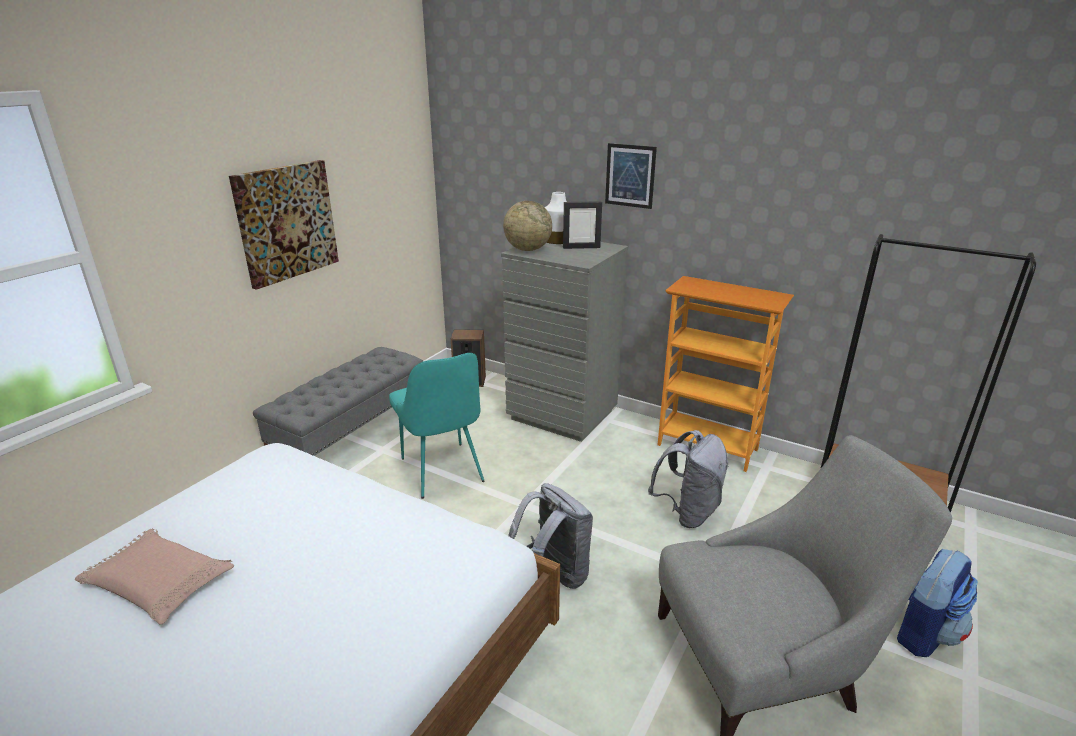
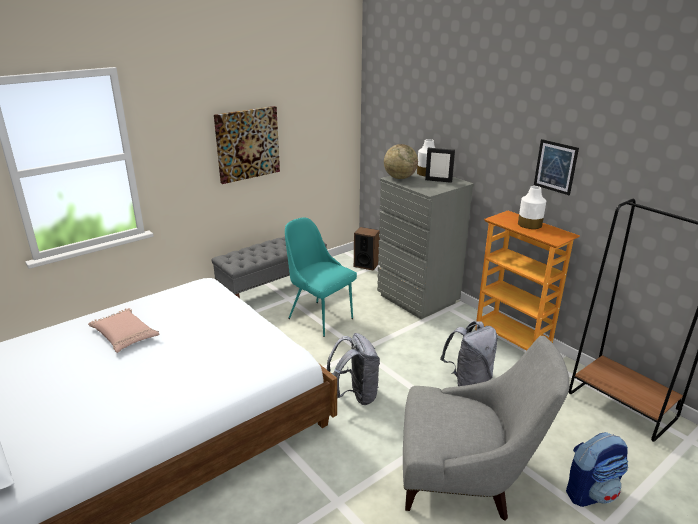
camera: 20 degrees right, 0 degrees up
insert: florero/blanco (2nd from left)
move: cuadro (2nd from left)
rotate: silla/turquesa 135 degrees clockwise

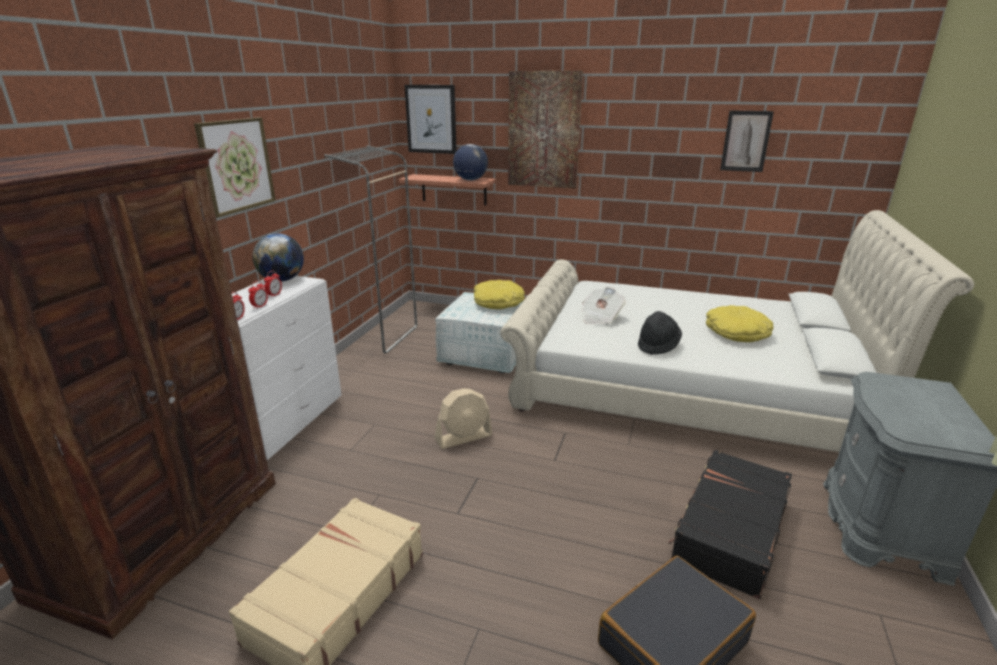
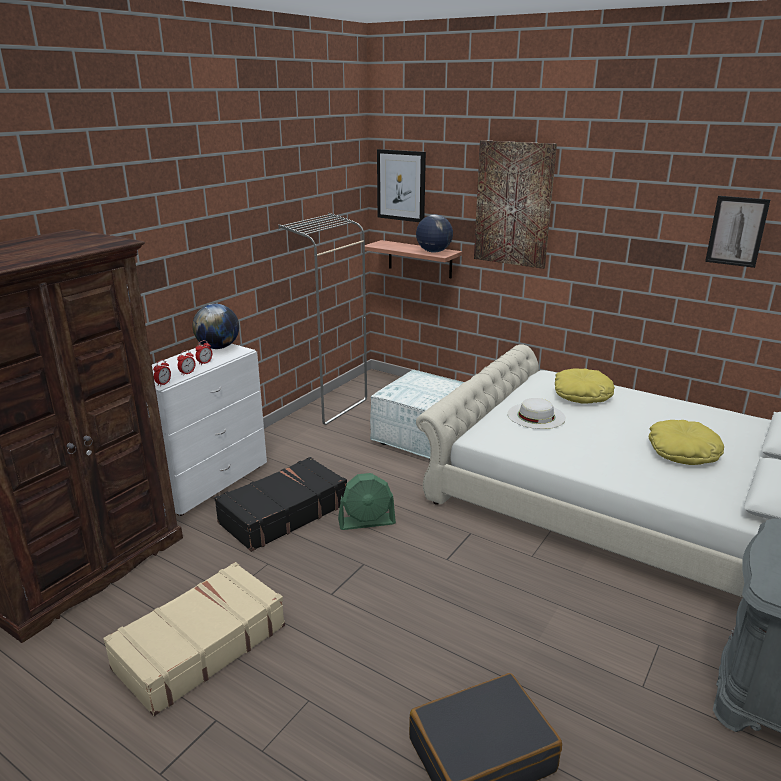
camera: 15 degrees right, 0 degrees up
delete: cuadro (1st from left); sombrero/negro
move: cojín/amarillo (1st from left); maleta/negro (2nd from left in the first image) to maleta/negro (1st from left)
replace: periódico to sombrero/blanco
recolor: ventilador/beis to ventilador/verde

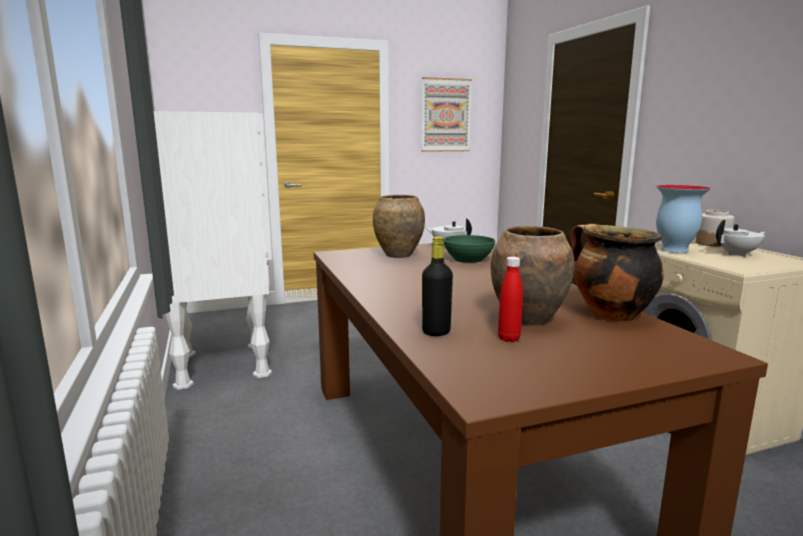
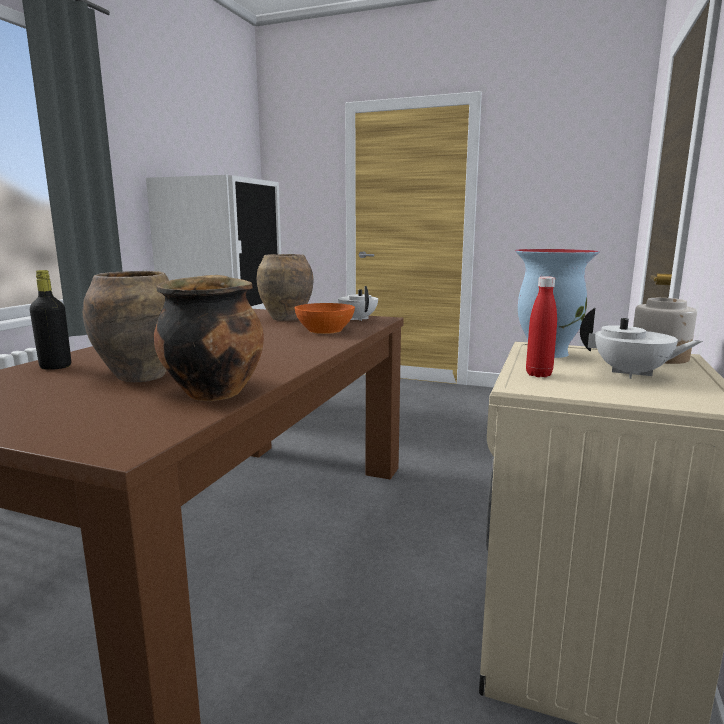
camera: 40 degrees right, 0 degrees up
delete: cuadro
move: botella/rojo
recolor: cuenco/verde to cuenco/naranja

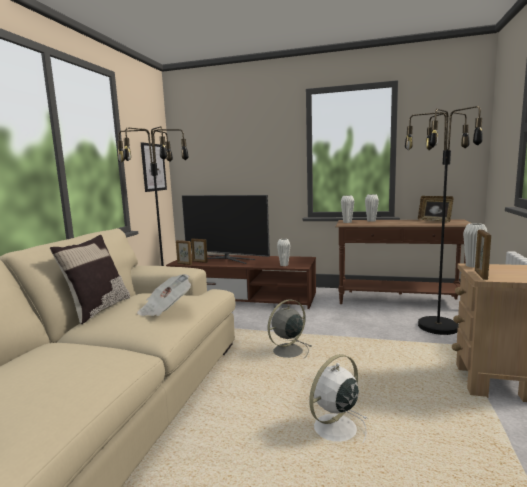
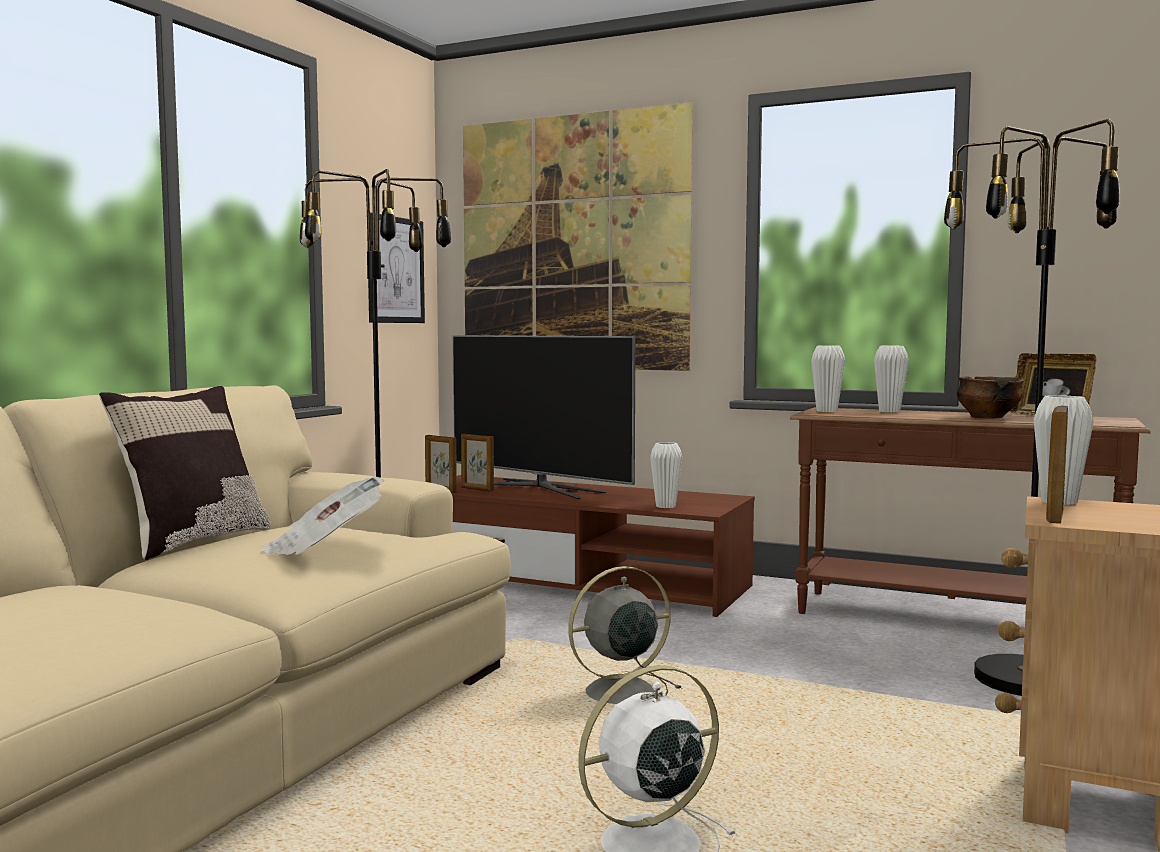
camera: 10 degrees right, 5 degrees down
insert: cuadro (2nd from left); cuenco

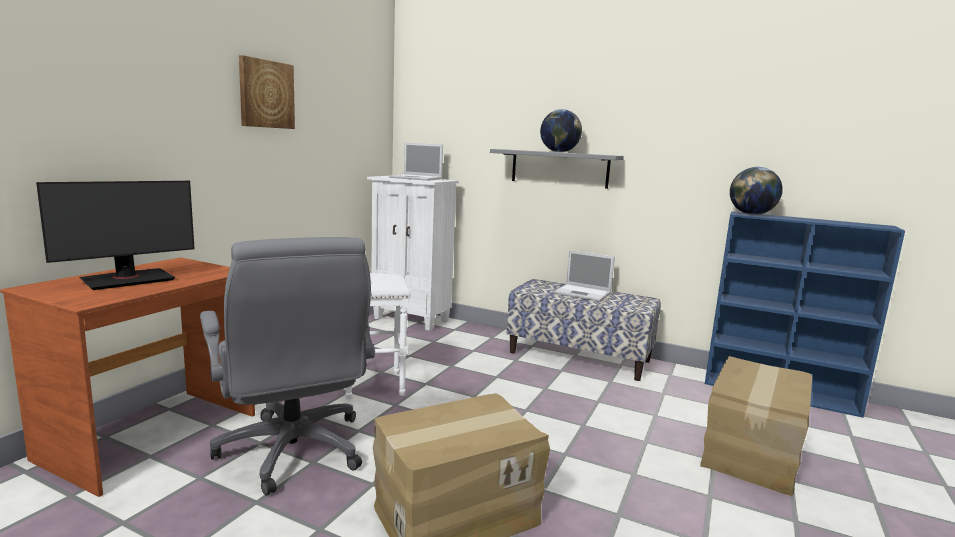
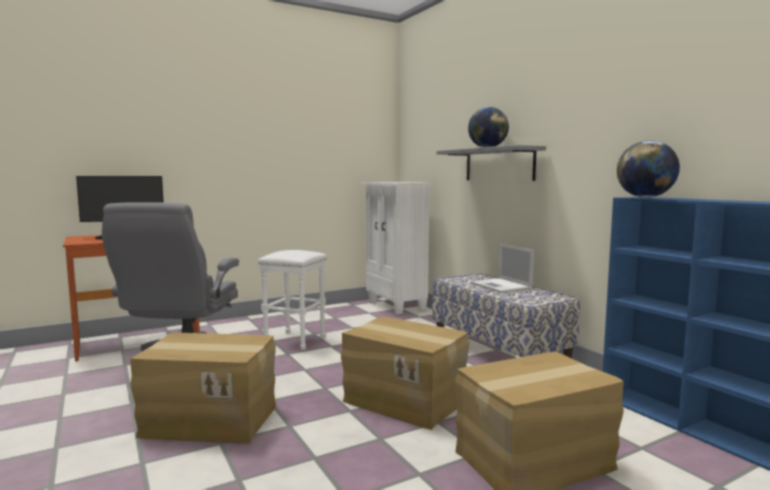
camera: 35 degrees right, 5 degrees down
delete: cuadro; portátil (1st from left)
insert: caja de cartón (2nd from left)

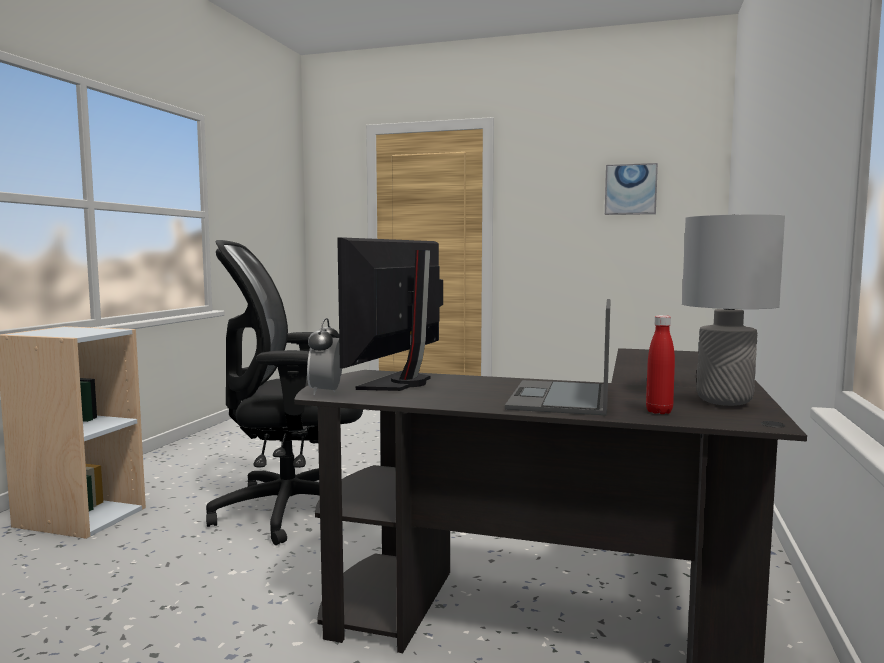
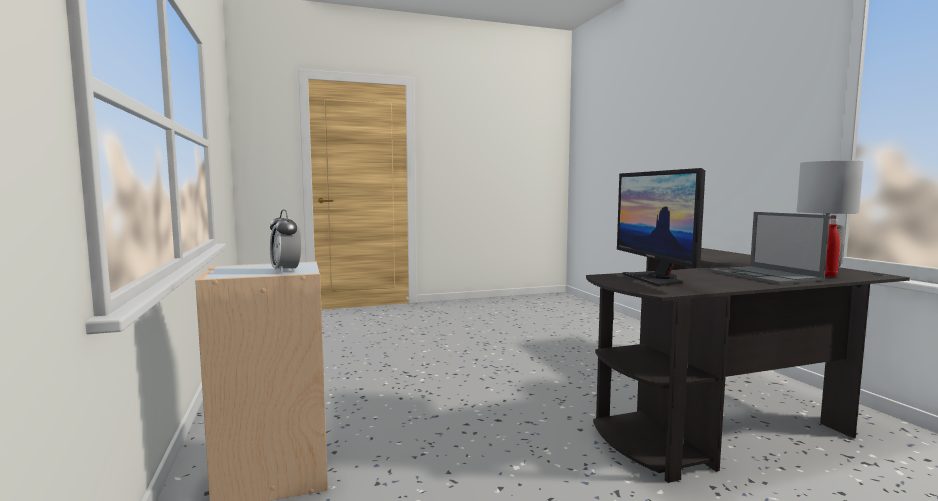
camera: 35 degrees left, 0 degrees up
delete: silla de oficina/negro; cuadro
move: despertador

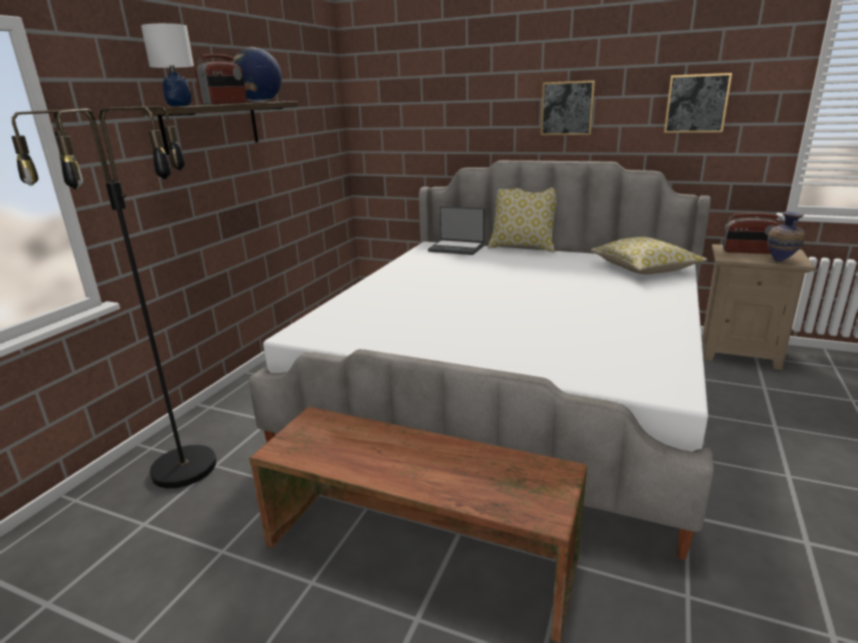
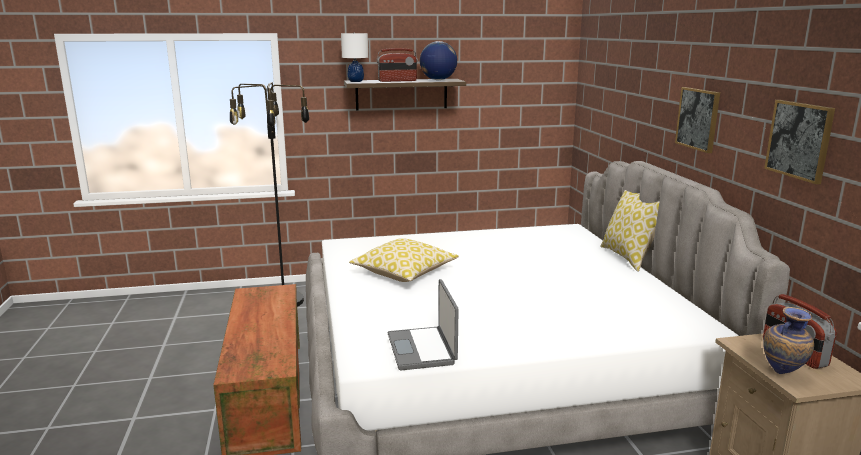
camera: 55 degrees right, 5 degrees down
move: portátil; cojín (2nd from left in the first image) to cojín (1st from left)

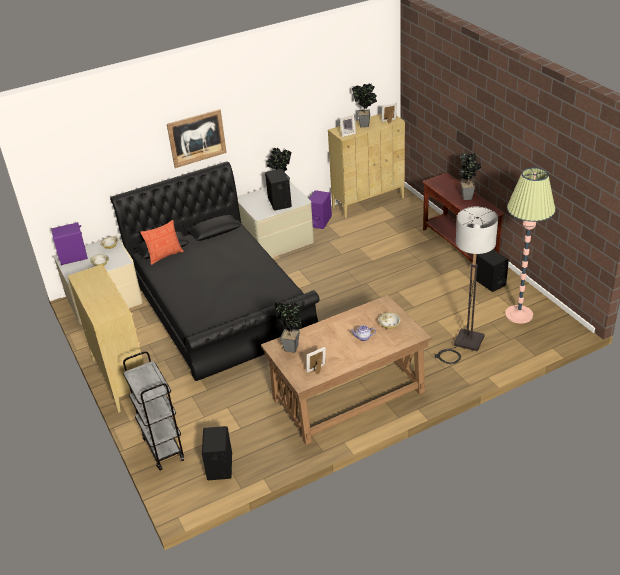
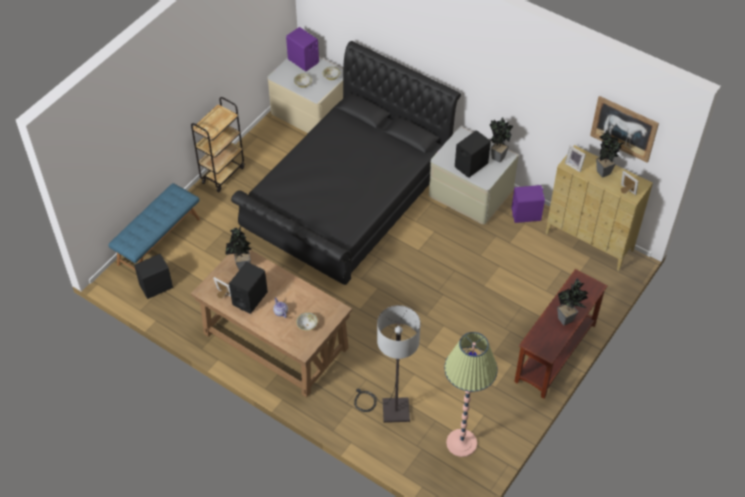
camera: 60 degrees right, 15 degrees up
delete: cojín/naranja
move: cuadro; altavoz/negro (3rd from left in the first image) to altavoz/negro (2nd from left)
replace: cómoda/beis (1st from left) to carrito/marrón; carrito/gris to banco/azul

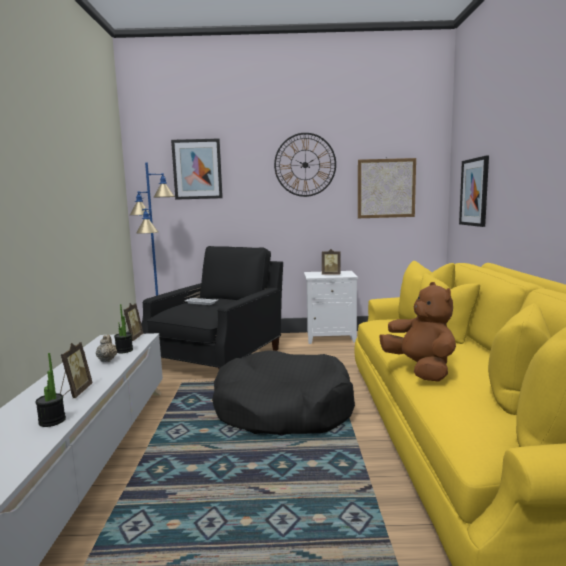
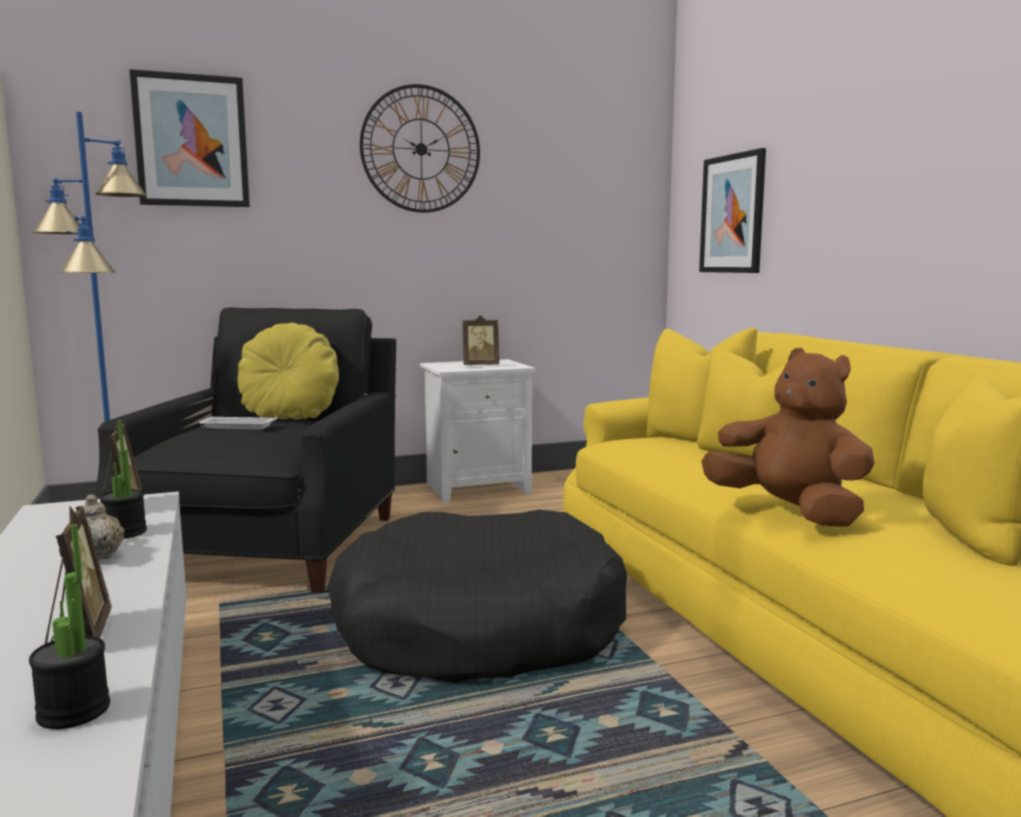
camera: 20 degrees left, 0 degrees up
delete: cuadro (2nd from left)
insert: cojín/amarillo

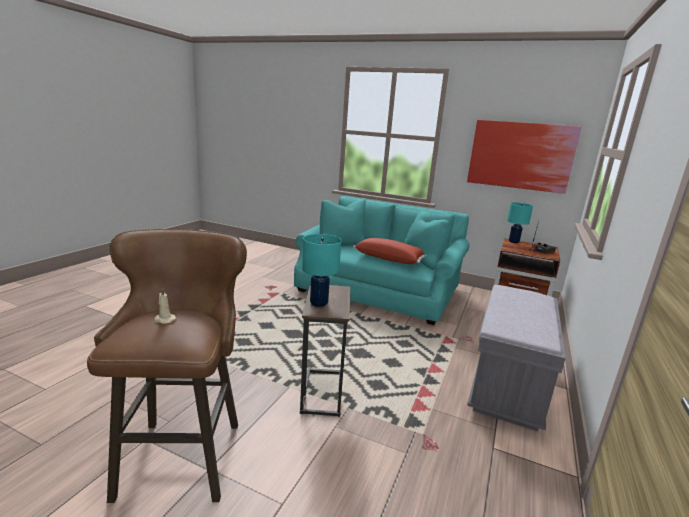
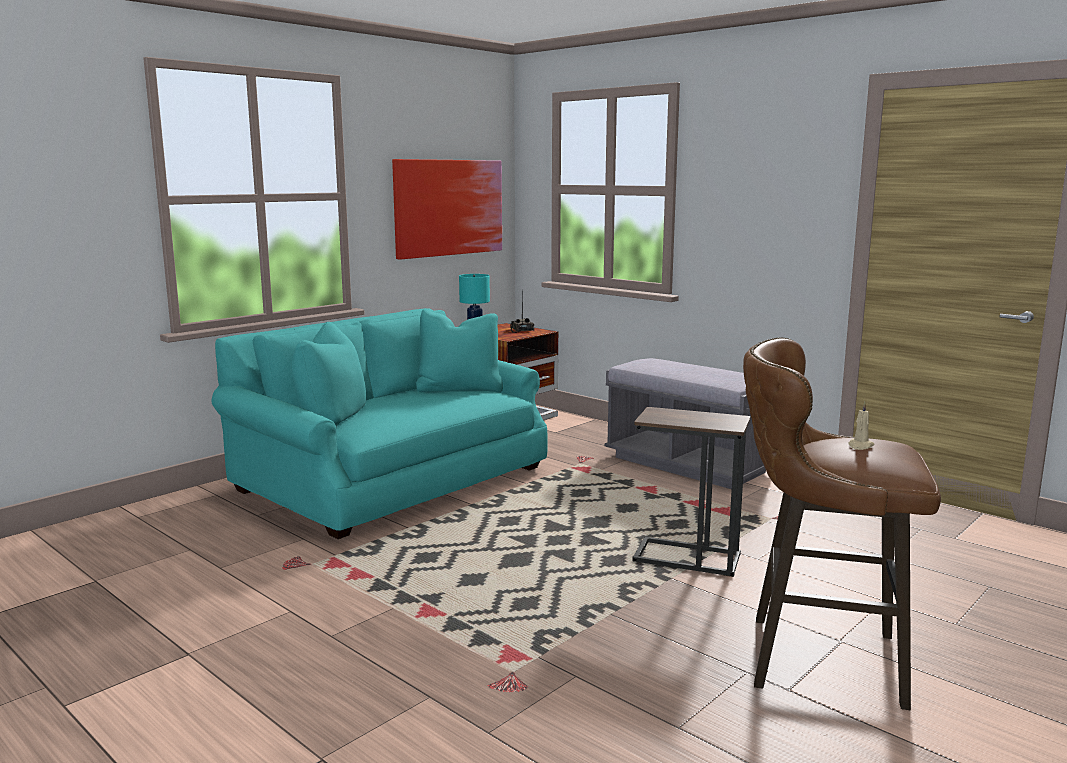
camera: 70 degrees left, 5 degrees down
delete: lámpara de mesa/turquesa (1st from left); cojín/rojo

